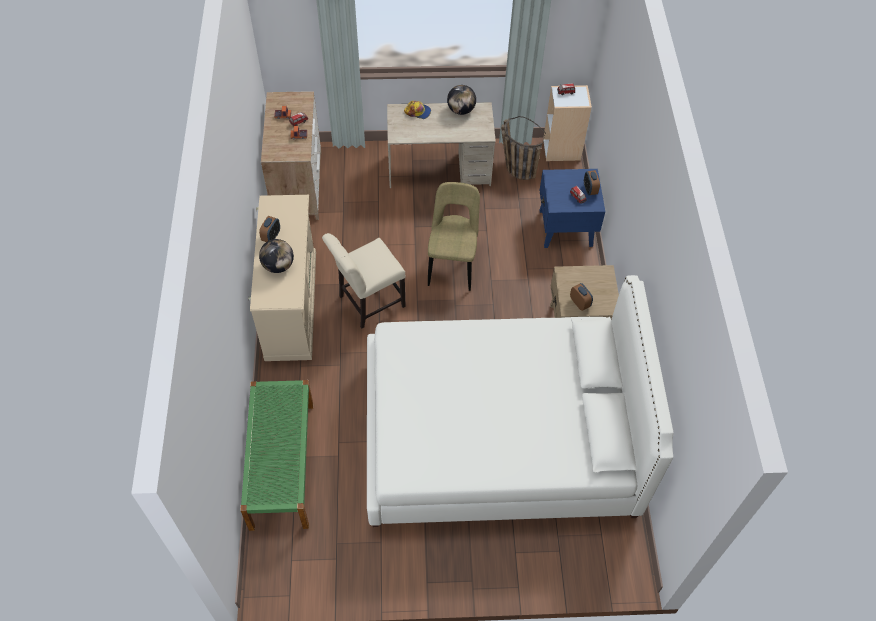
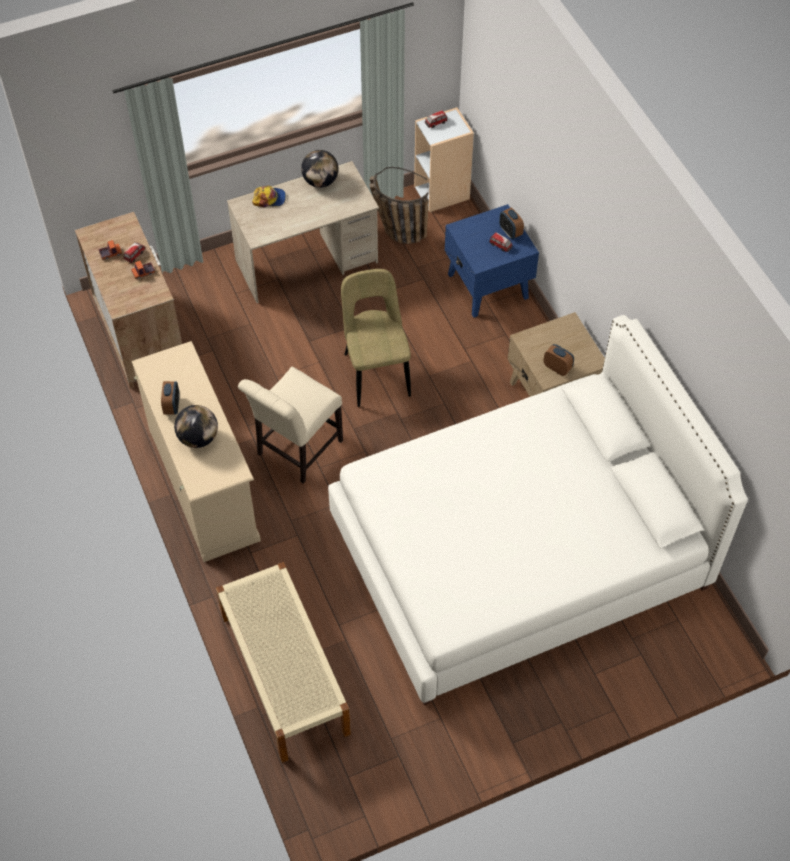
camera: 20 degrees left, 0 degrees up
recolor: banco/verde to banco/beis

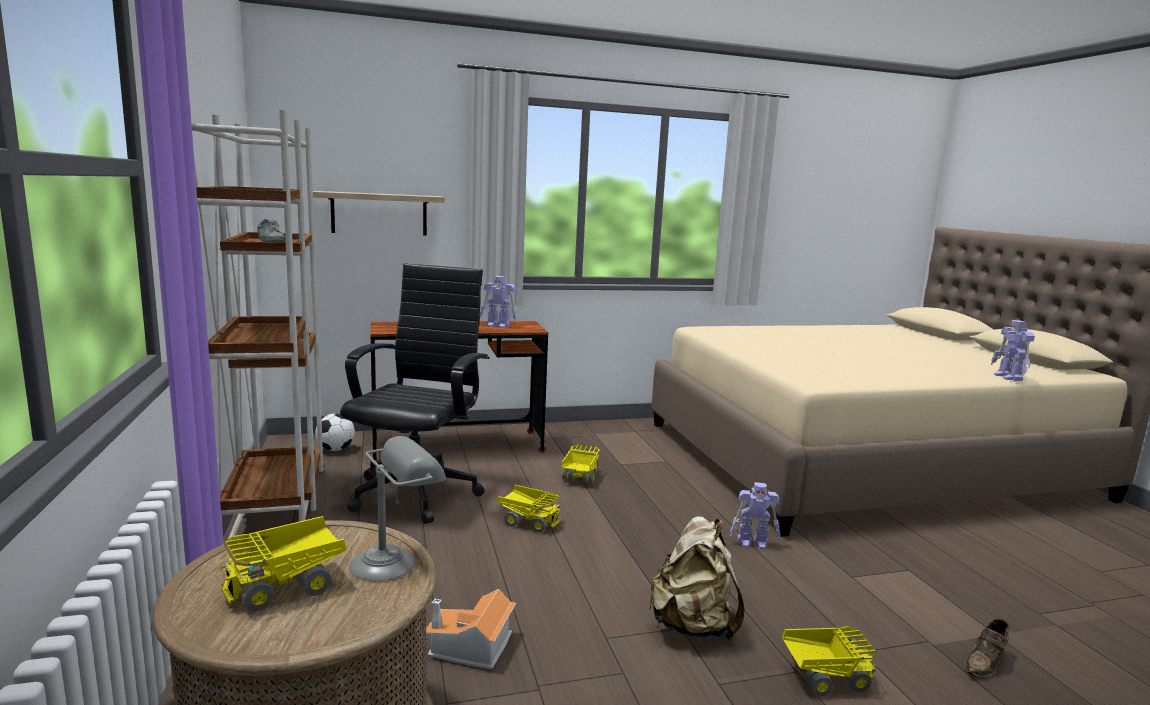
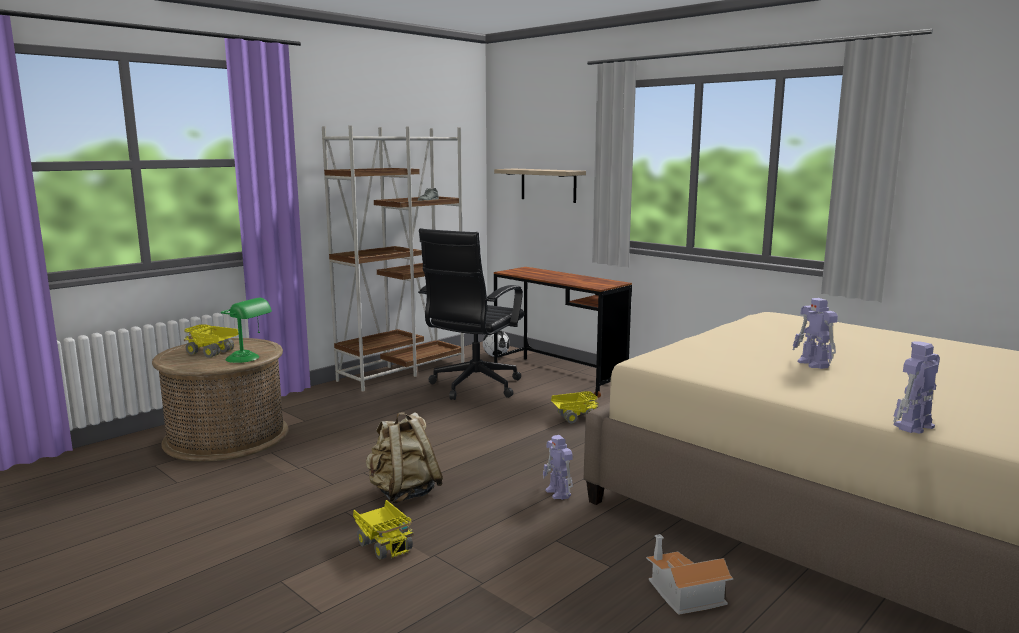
camera: 60 degrees right, 0 degrees up
delete: camión de juguete (2nd from left); zapato/marrón
move: casita; robot de juguete (1st from left in the first image) to robot de juguete (2nd from left)
recolor: lámpara de mesa/gris to lámpara de mesa/verde
rotate: silla de oficina/negro 135 degrees clockwise

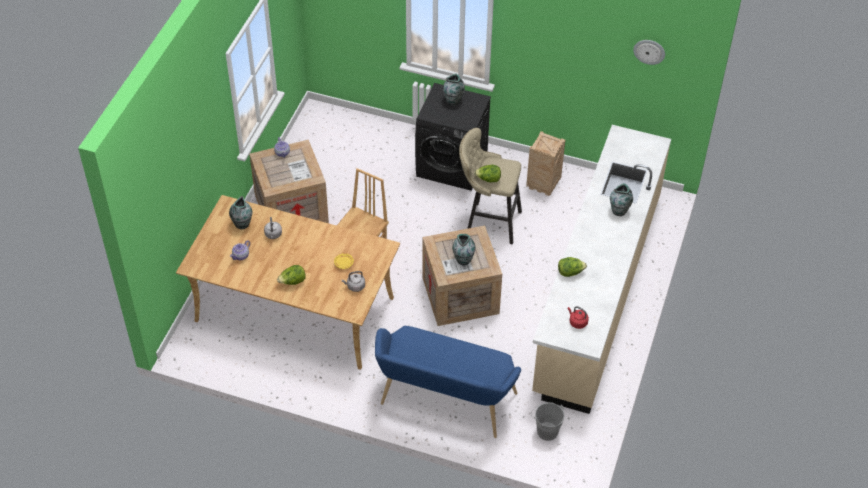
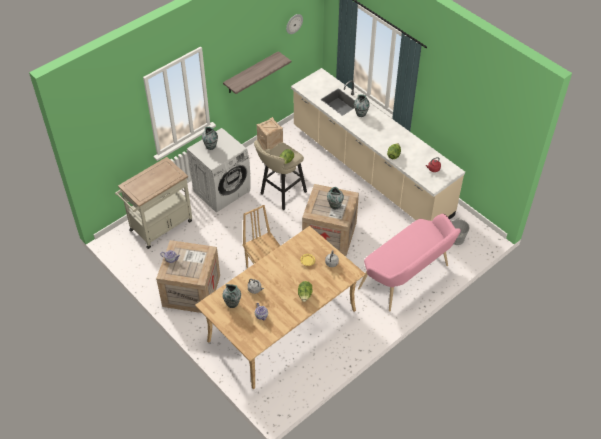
camera: 60 degrees left, 0 degrees up
insert: carrito/beis; estante
recolor: banco/azul to banco/rosa; lavadora/negro to lavadora/blanco

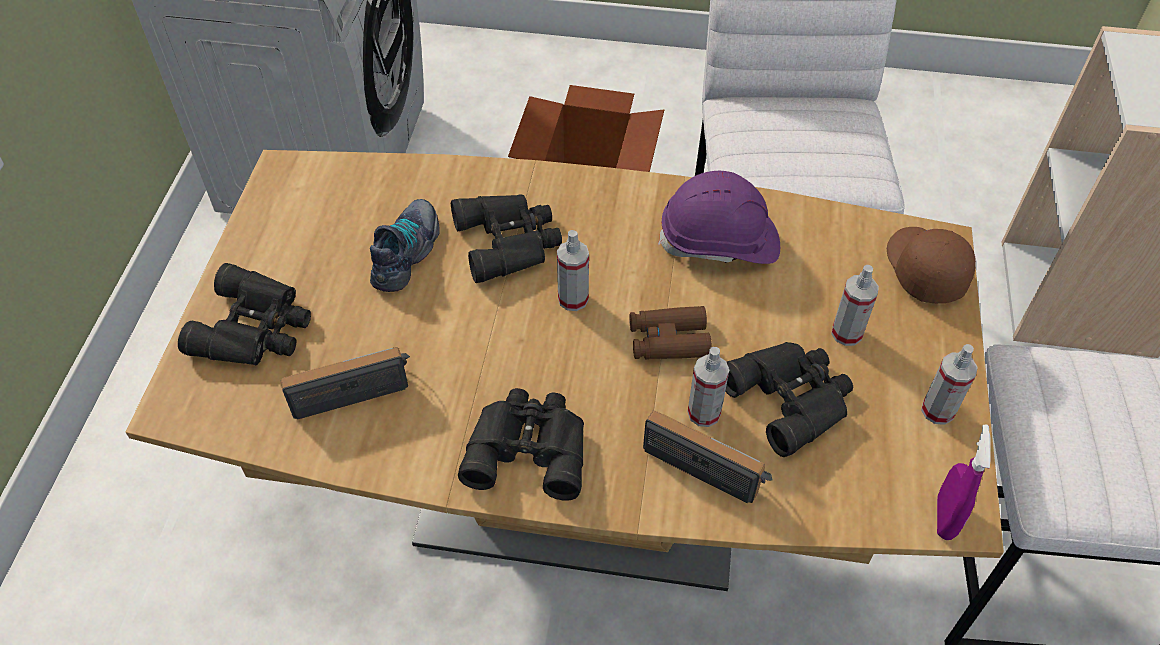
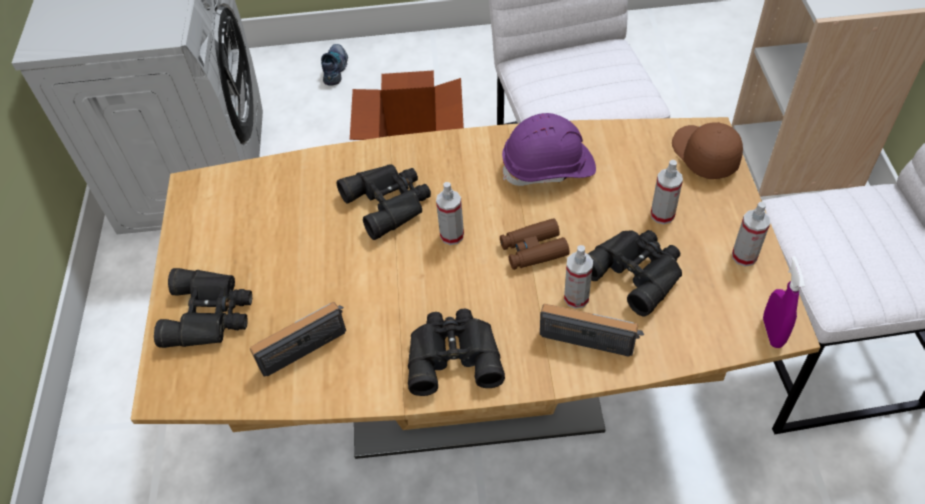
camera: 10 degrees left, 0 degrees up
move: zapato

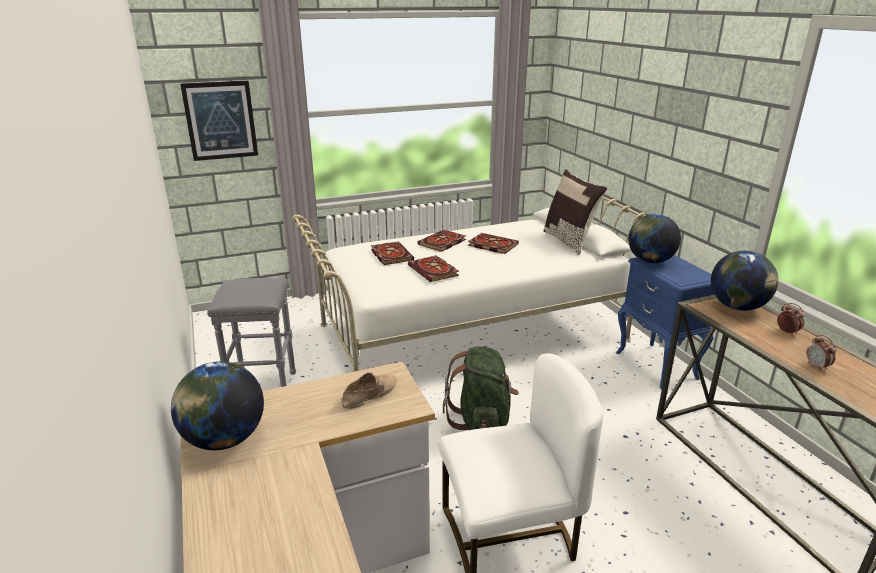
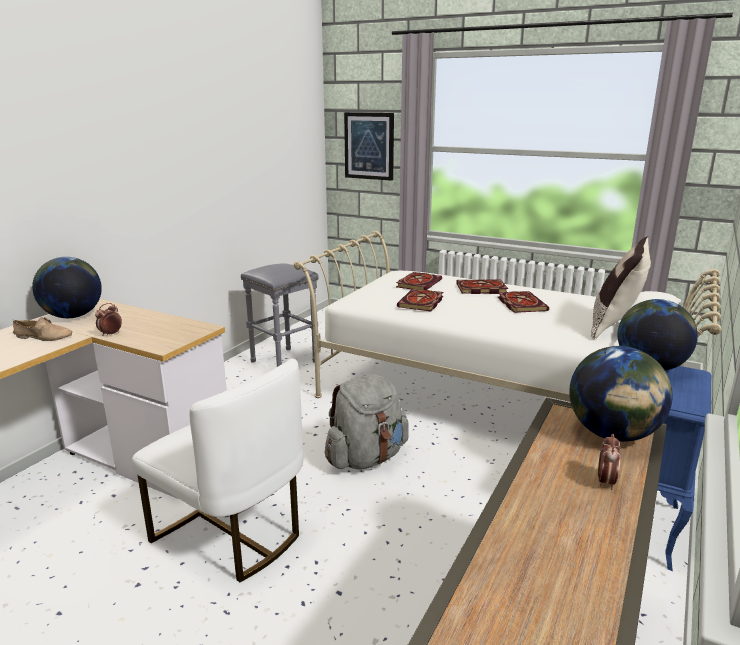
camera: 50 degrees right, 5 degrees down
move: zapato/beis; despertador (2nd from left in the first image) to despertador (1st from left)
recolor: mochila/verde to mochila/gris

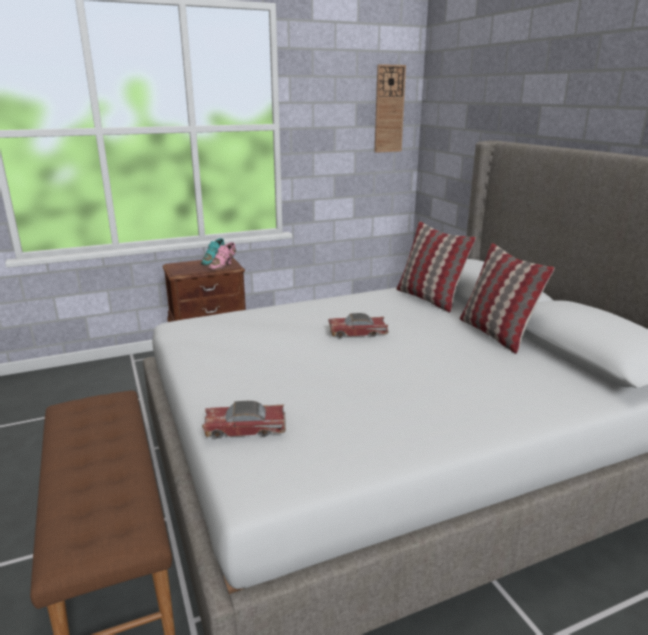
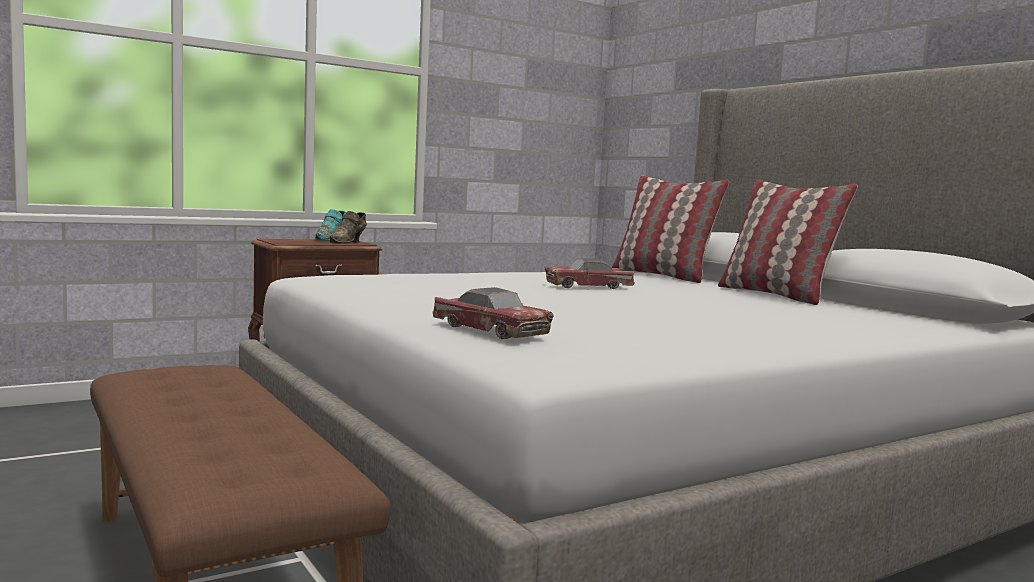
camera: 10 degrees left, 15 degrees down
delete: reloj de pared
recolor: zapato/rosa to zapato/marrón
rotate: coche de juguete (1st from left) 120 degrees counterclockwise

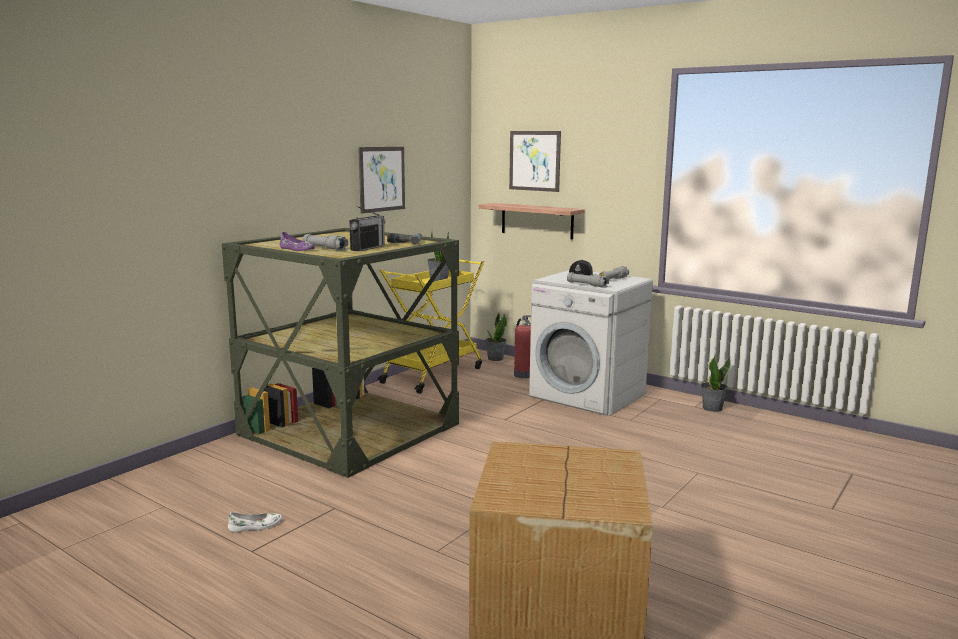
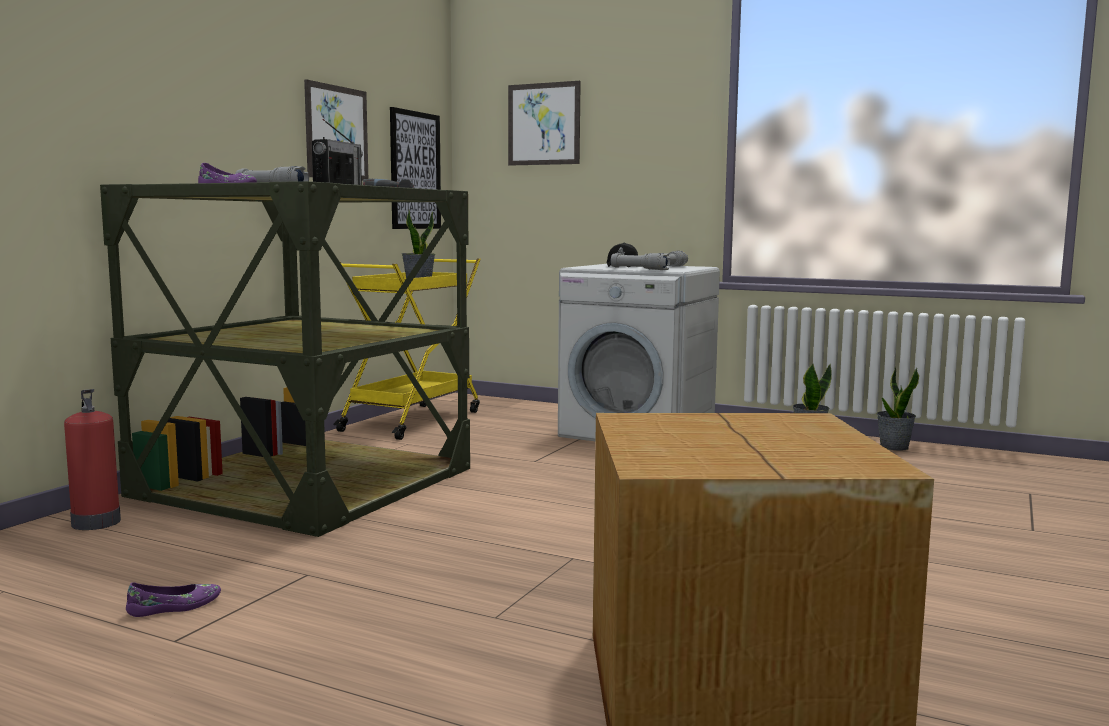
camera: 10 degrees left, 5 degrees down
delete: estante
insert: cuadro (2nd from left)
move: planta en maceta (2nd from left in the first image) to planta en maceta (3rd from left); extintor
recolor: zapato/blanco to zapato/morado (1st from left)

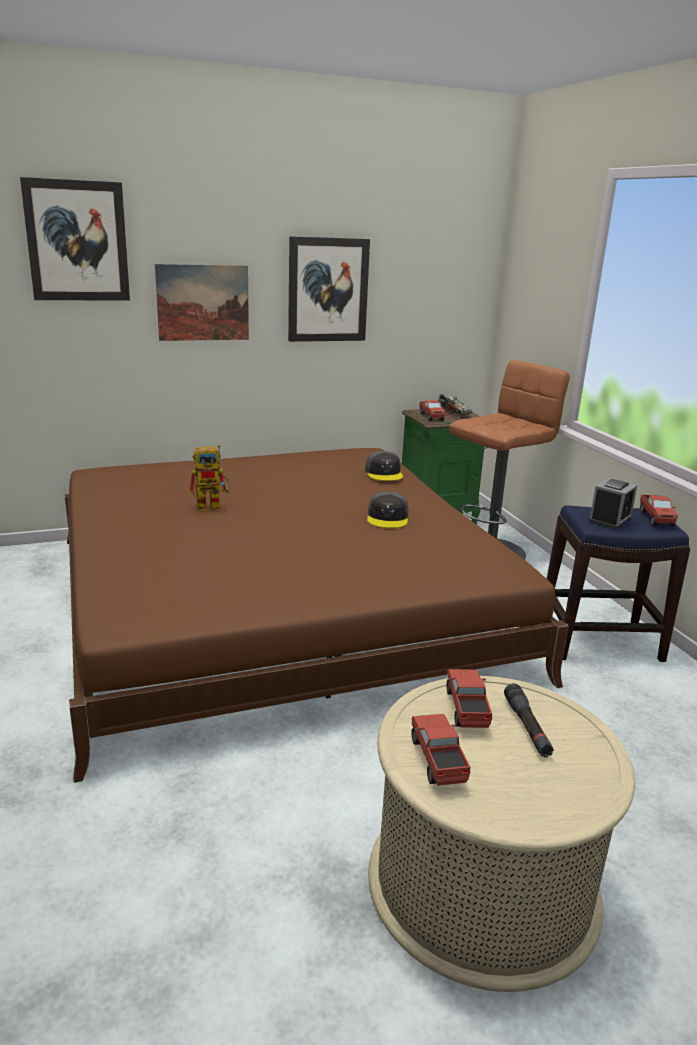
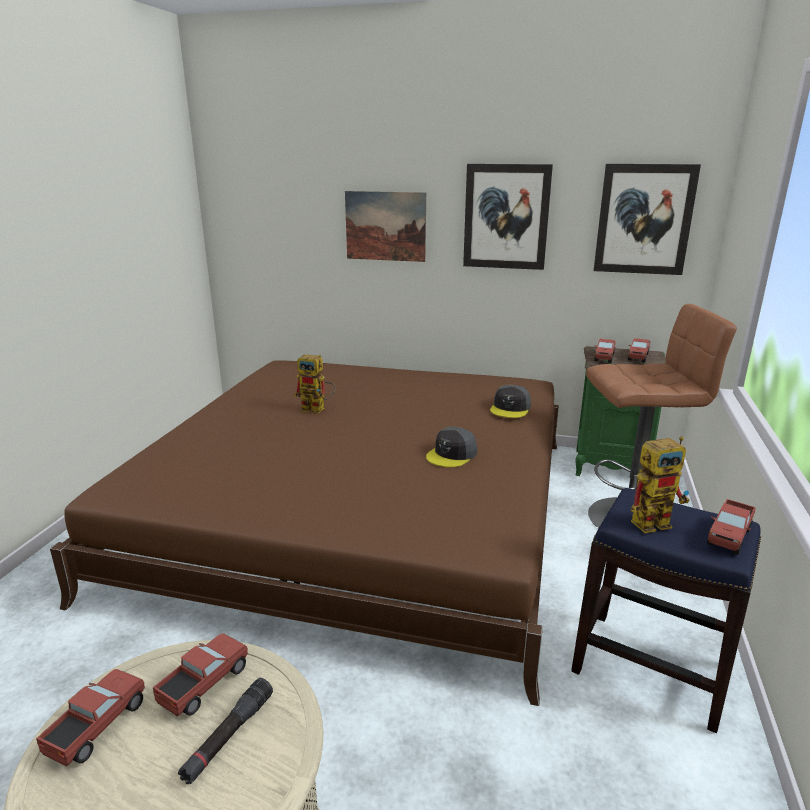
camera: 35 degrees right, 0 degrees up
move: cuadro (1st from left in the first image) to cuadro (3rd from left)
replace: zapato to camión de juguete (4th from left); despertador to robot de juguete (2nd from left)

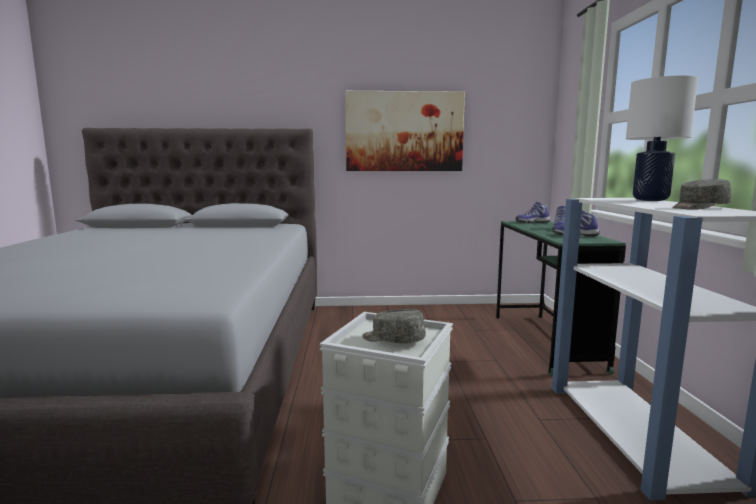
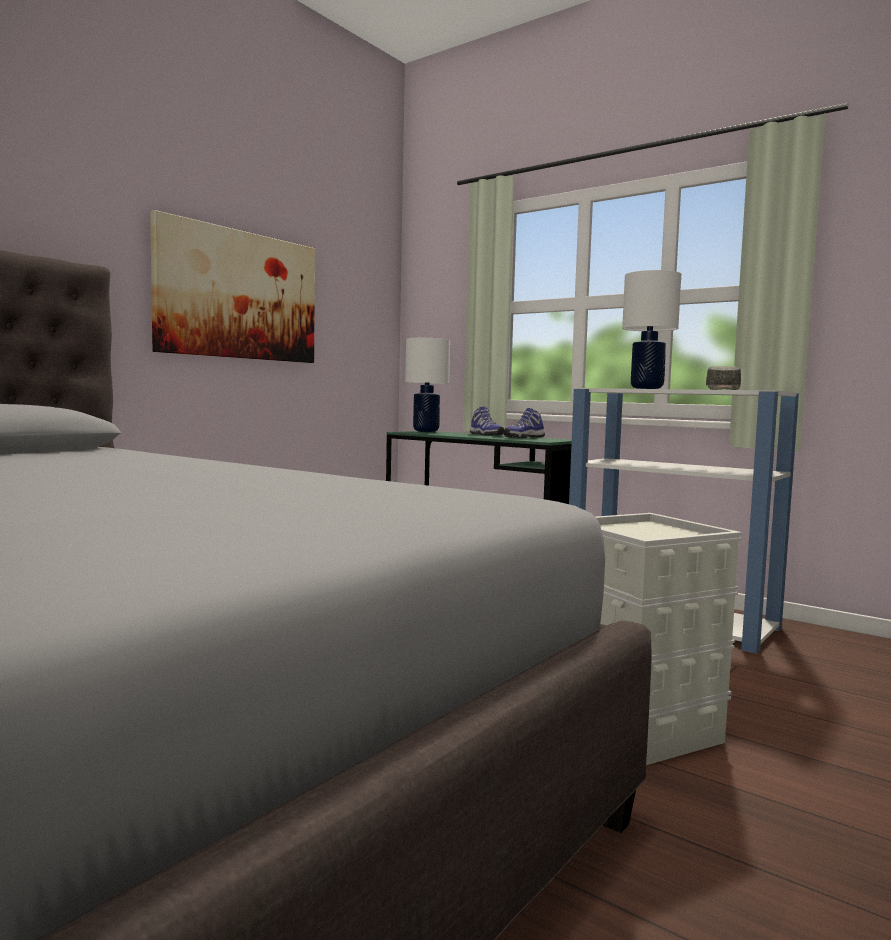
camera: 50 degrees left, 5 degrees down
delete: gorra/gris (1st from left)
replace: zapato (1st from left) to lámpara de mesa/blanco (1st from left)

